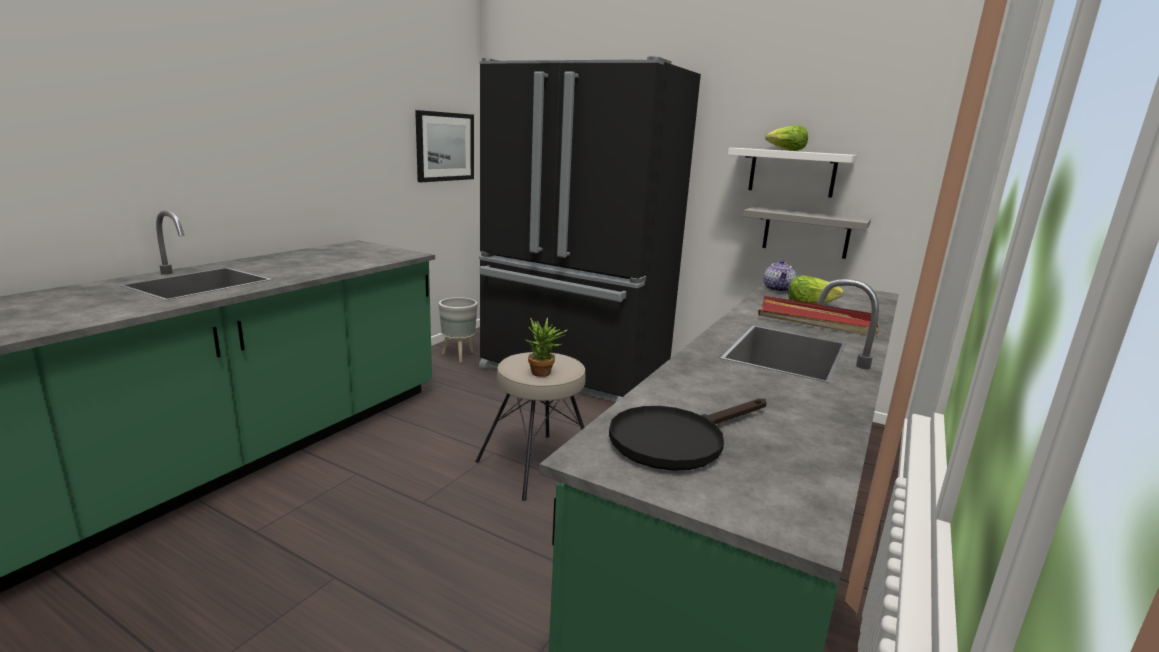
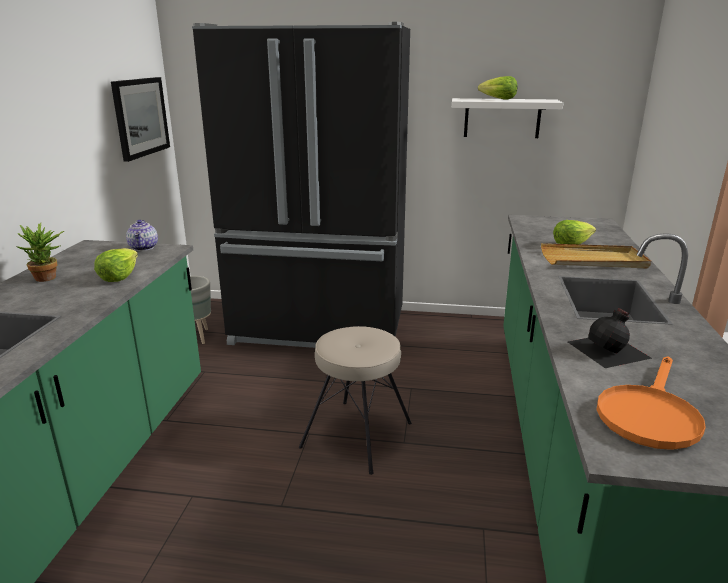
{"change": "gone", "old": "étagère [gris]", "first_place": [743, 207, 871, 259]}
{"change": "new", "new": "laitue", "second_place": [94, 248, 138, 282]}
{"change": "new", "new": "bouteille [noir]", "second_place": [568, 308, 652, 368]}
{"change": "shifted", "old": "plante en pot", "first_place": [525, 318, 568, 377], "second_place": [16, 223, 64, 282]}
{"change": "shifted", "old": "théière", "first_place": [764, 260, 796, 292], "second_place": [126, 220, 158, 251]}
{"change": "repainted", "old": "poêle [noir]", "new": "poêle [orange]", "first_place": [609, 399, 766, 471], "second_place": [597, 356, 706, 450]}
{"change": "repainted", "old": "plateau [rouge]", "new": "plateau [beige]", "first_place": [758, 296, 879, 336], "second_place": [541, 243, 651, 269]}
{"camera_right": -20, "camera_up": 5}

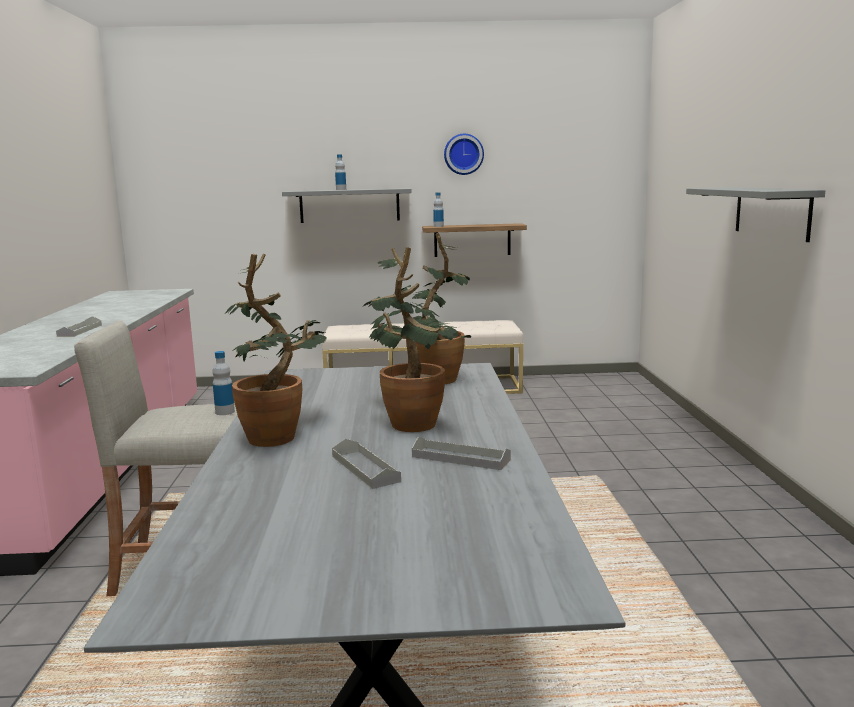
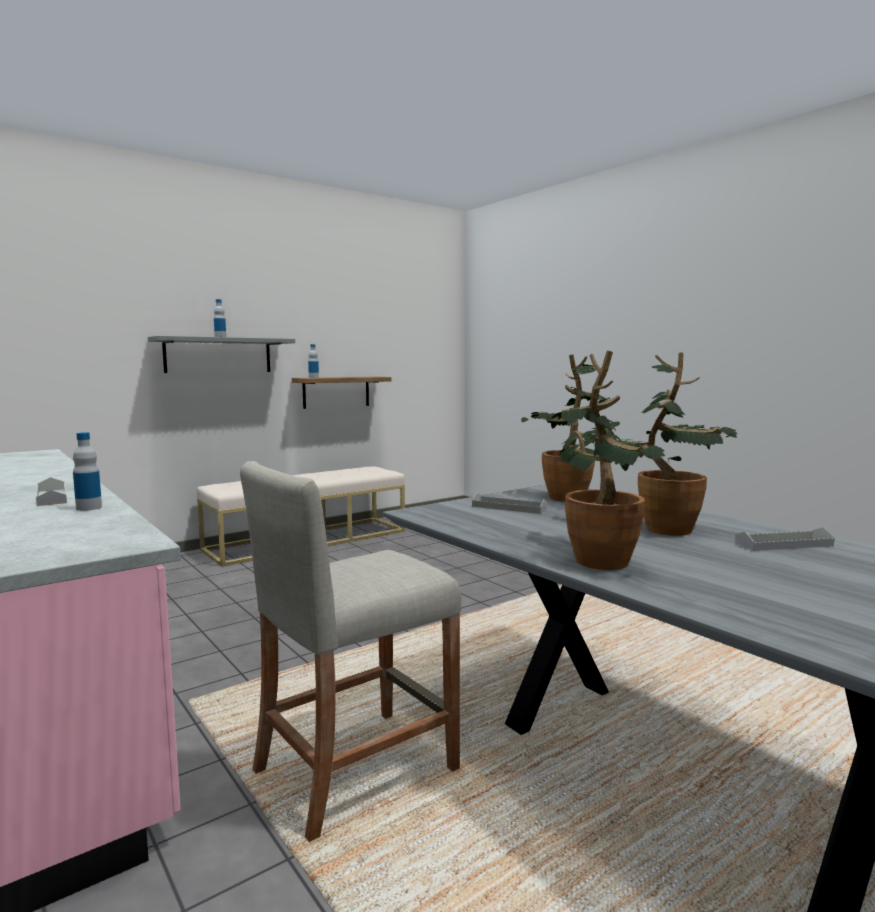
{"change": "gone", "old": "horloge murale", "first_place": [444, 134, 484, 175]}
{"change": "gone", "old": "étagère [gris]", "first_place": [686, 187, 825, 242]}
{"change": "shifted", "old": "bouteille", "first_place": [213, 351, 235, 415], "second_place": [73, 432, 102, 511]}
{"change": "shifted", "old": "plateau [gris]", "first_place": [332, 439, 401, 489], "second_place": [472, 492, 547, 514]}
{"camera_right": -35, "camera_up": -5}

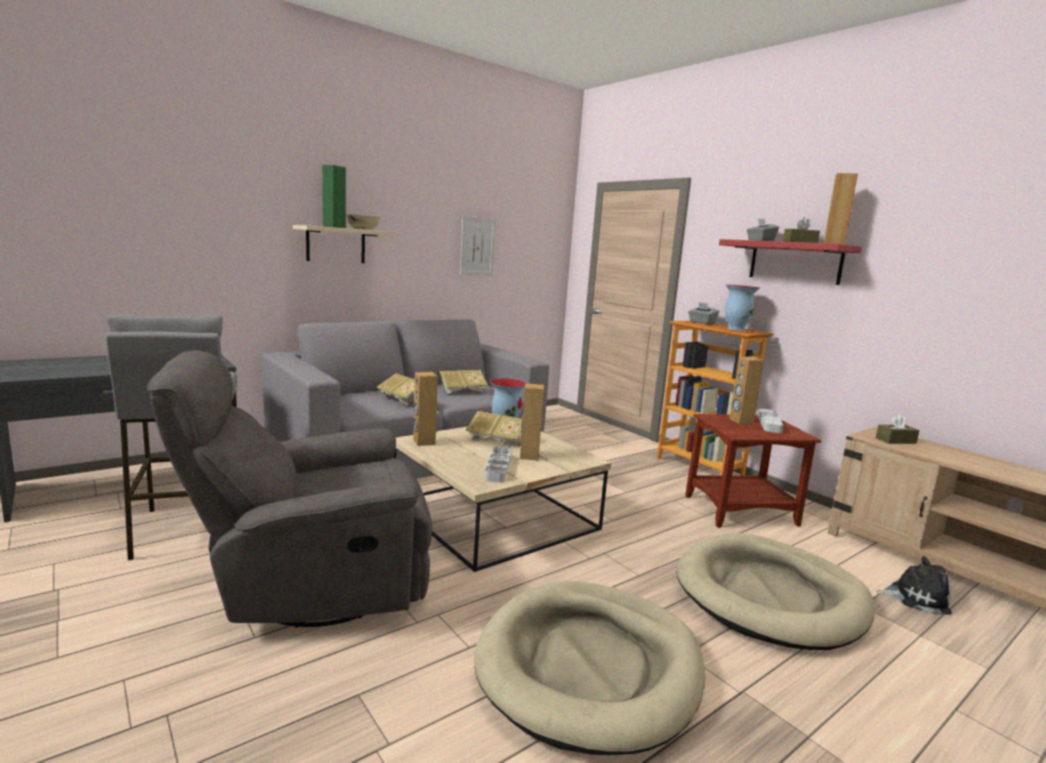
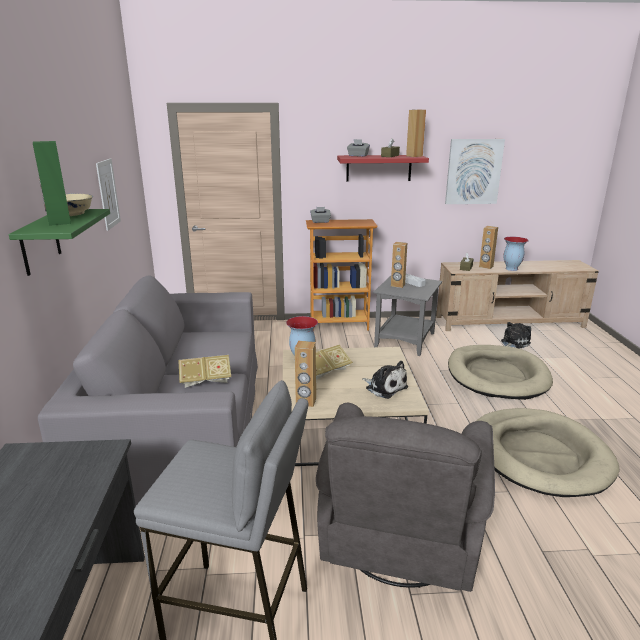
{"change": "gone", "old": "livre", "first_place": [439, 370, 488, 394]}
{"change": "new", "new": "tableau", "second_place": [445, 139, 505, 204]}
{"change": "shifted", "old": "enceinte [marron]", "first_place": [520, 383, 544, 460], "second_place": [479, 226, 498, 269]}
{"change": "shifted", "old": "vase", "first_place": [725, 285, 760, 331], "second_place": [503, 237, 529, 271]}
{"change": "swapped", "old": "plateau [gris]", "new": "peluche", "first_place": [484, 447, 512, 483], "second_place": [362, 361, 408, 399]}
{"change": "repainted", "old": "étagère [beige]", "new": "étagère [vert]", "first_place": [293, 225, 393, 263], "second_place": [8, 209, 110, 276]}
{"change": "repainted", "old": "table d'appoint [marron]", "new": "table d'appoint [gris]", "first_place": [685, 414, 821, 528], "second_place": [373, 276, 442, 356]}
{"camera_right": -55, "camera_up": 10}

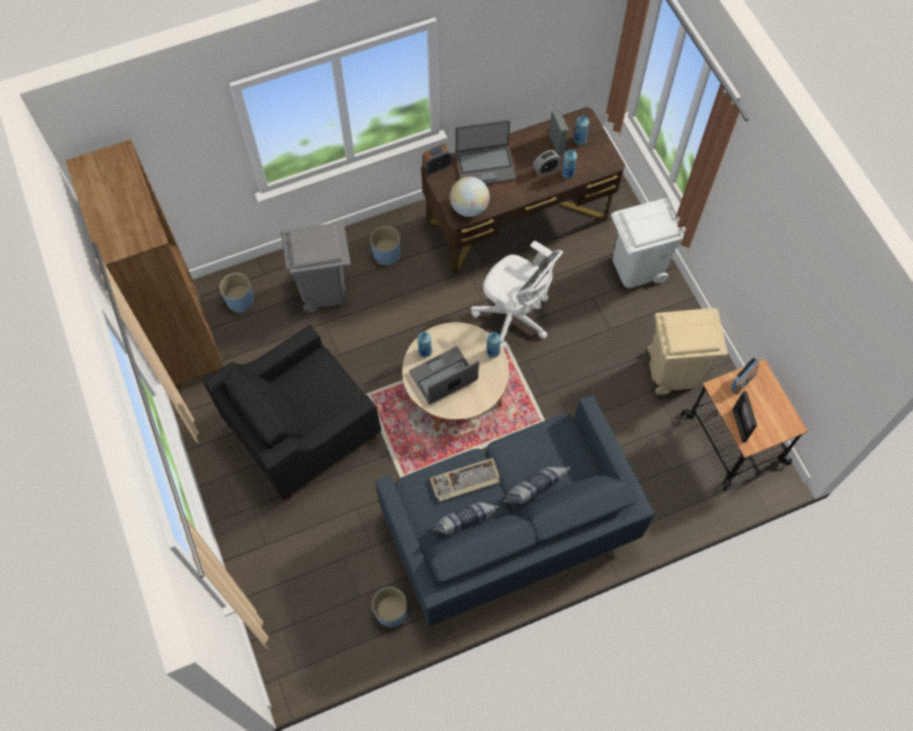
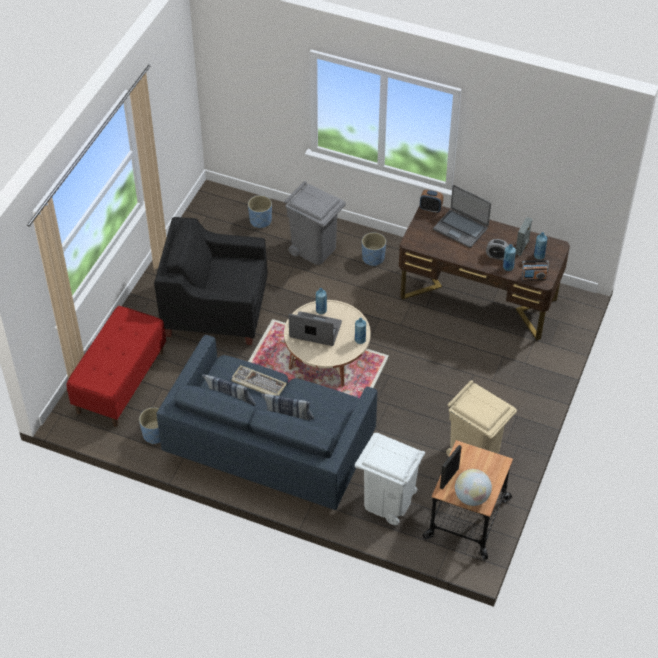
{"change": "gone", "old": "bibliothèque [marron]", "first_place": [65, 139, 224, 390]}
{"change": "gone", "old": "chaise de bureau [blanc]", "first_place": [471, 240, 563, 349]}
{"change": "new", "new": "banc [rouge]", "second_place": [67, 306, 166, 427]}
{"change": "shifted", "old": "globe", "first_place": [450, 177, 490, 217], "second_place": [455, 469, 492, 506]}
{"change": "shifted", "old": "poubelle [blanc]", "first_place": [611, 196, 686, 288], "second_place": [355, 433, 425, 525]}
{"change": "shifted", "old": "radio", "first_place": [731, 356, 759, 394], "second_place": [522, 260, 549, 281]}
{"camera_right": 45, "camera_up": -15}

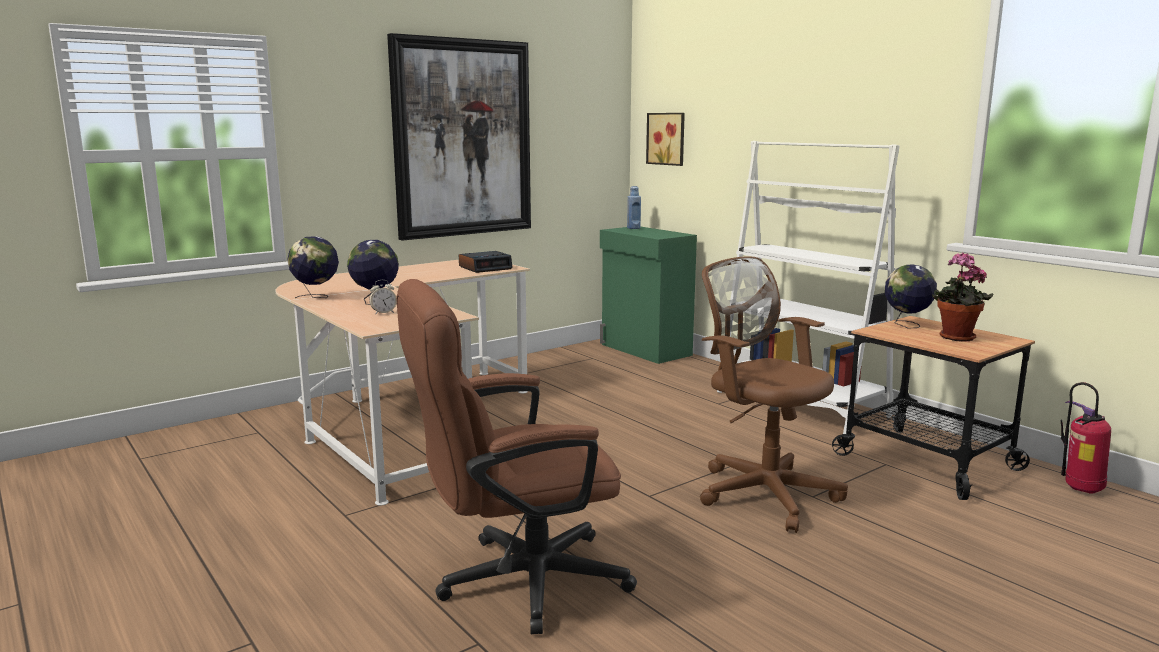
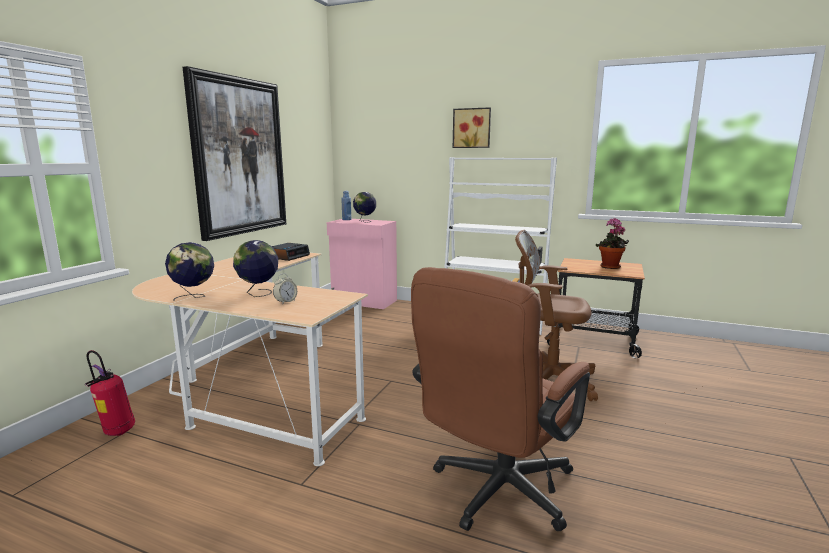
{"change": "shifted", "old": "tableau", "first_place": [646, 113, 685, 166], "second_place": [453, 107, 491, 148]}
{"change": "shifted", "old": "globe", "first_place": [885, 264, 937, 328], "second_place": [353, 192, 376, 223]}
{"change": "shifted", "old": "extincteur", "first_place": [1061, 382, 1111, 494], "second_place": [85, 350, 135, 436]}
{"change": "repainted", "old": "meuble de rangement [vert]", "new": "meuble de rangement [rose]", "first_place": [600, 227, 697, 364], "second_place": [327, 219, 397, 309]}
{"camera_right": -30, "camera_up": 0}

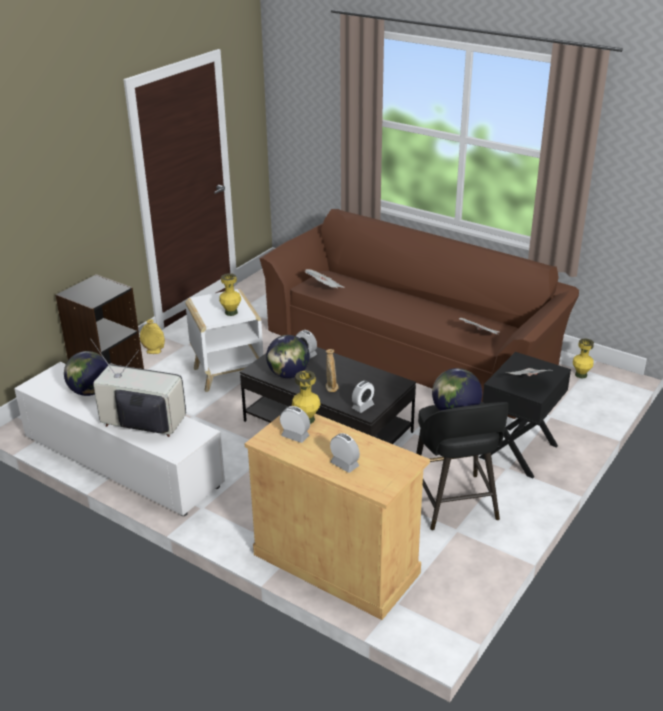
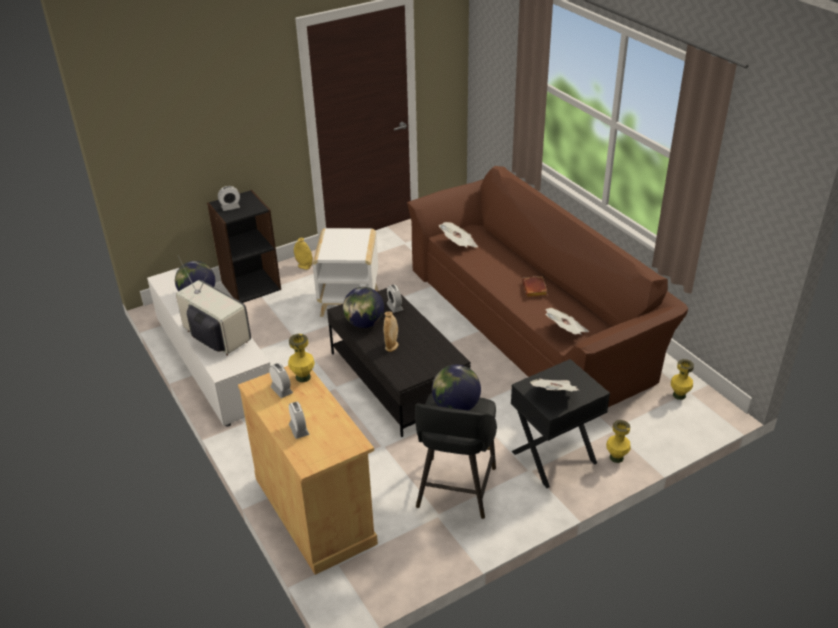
{"change": "new", "new": "livre [marron]", "second_place": [522, 276, 547, 297]}
{"change": "shifted", "old": "vase [jaune]", "first_place": [219, 273, 241, 316], "second_place": [606, 420, 631, 463]}
{"change": "shifted", "old": "réveil", "first_place": [352, 381, 374, 413], "second_place": [218, 186, 240, 211]}
{"camera_right": 25, "camera_up": 5}

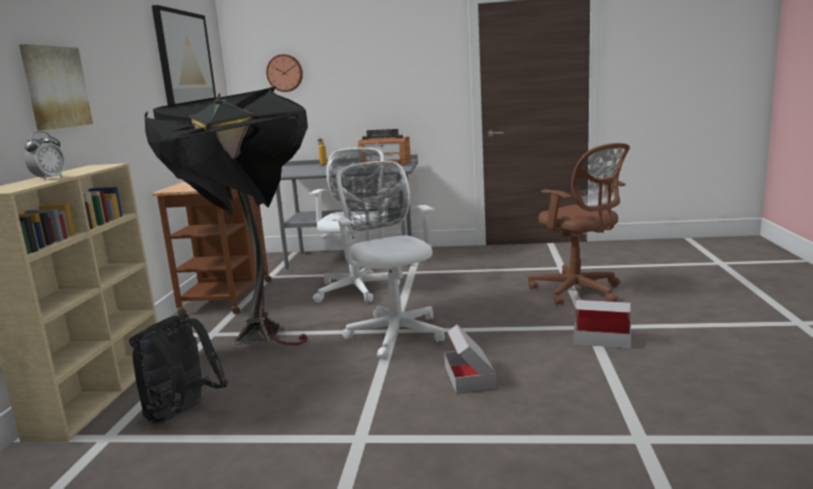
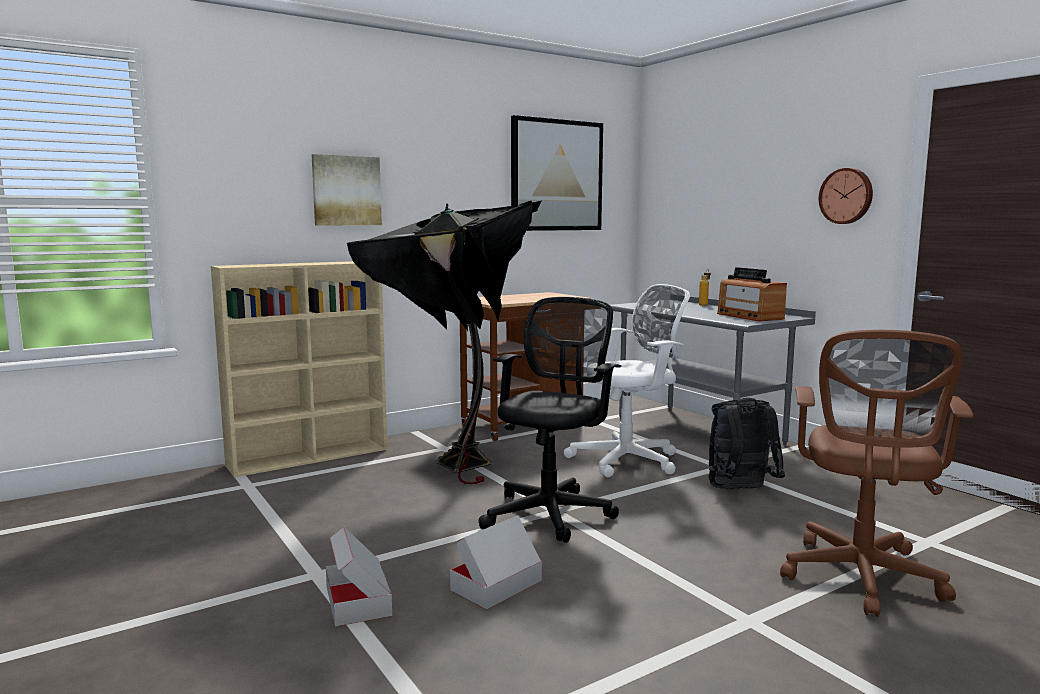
{"change": "gone", "old": "réveil", "first_place": [25, 131, 66, 181]}
{"change": "shifted", "old": "sac à dos [noir]", "first_place": [129, 314, 228, 424], "second_place": [708, 398, 785, 489]}
{"change": "shifted", "old": "horloge murale", "first_place": [266, 54, 303, 92], "second_place": [819, 168, 873, 224]}
{"change": "shifted", "old": "carton", "first_place": [574, 300, 631, 348], "second_place": [326, 527, 392, 627]}
{"change": "repainted", "old": "chaise de bureau [blanc]", "new": "chaise de bureau [noir]", "first_place": [332, 161, 445, 360], "second_place": [479, 297, 621, 543]}
{"camera_right": 50, "camera_up": -5}

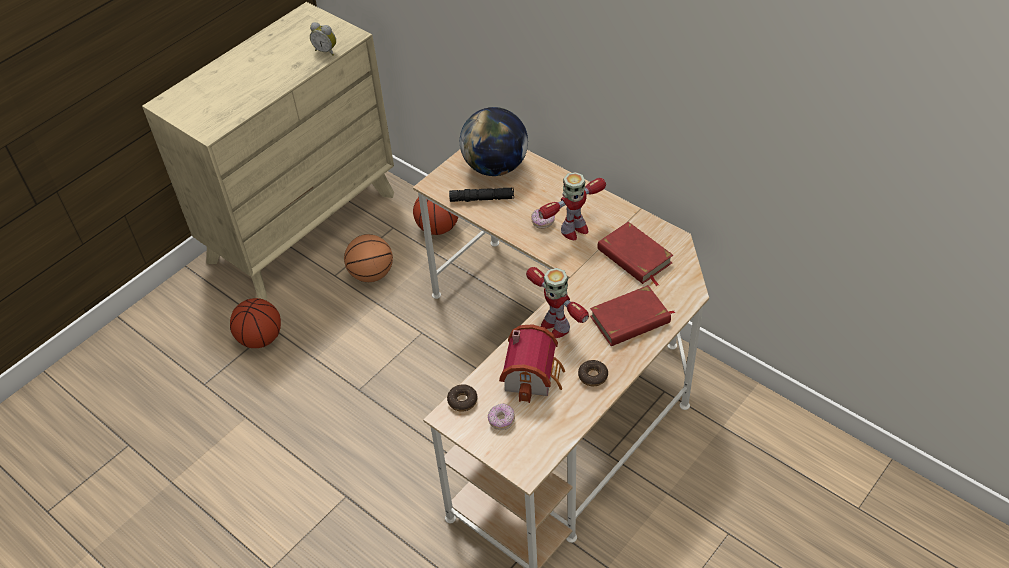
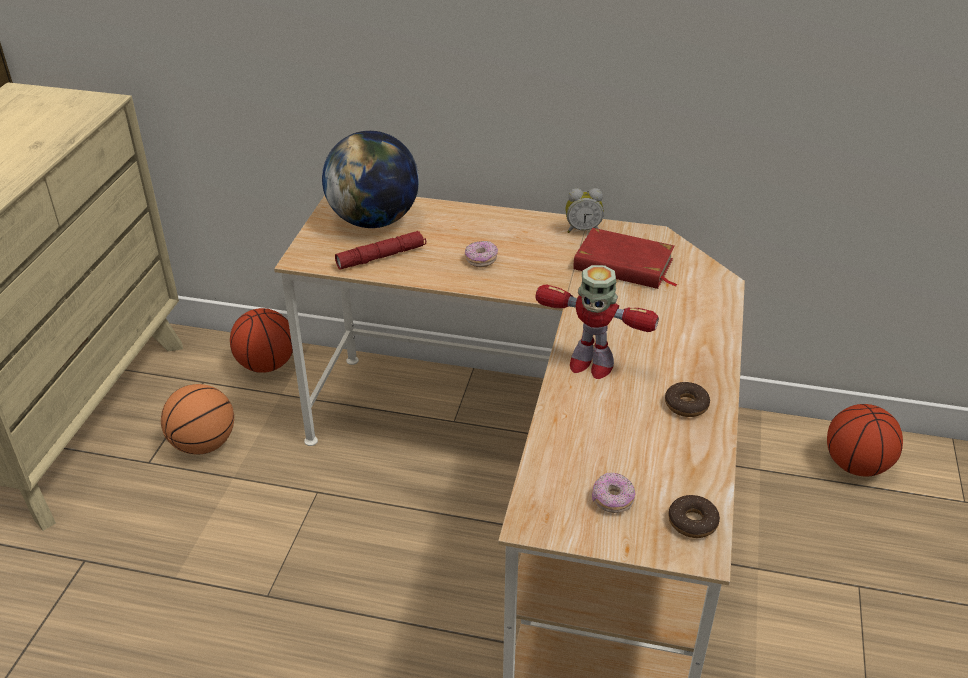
{"change": "gone", "old": "maison miniature", "first_place": [499, 324, 565, 403]}
{"change": "gone", "old": "robot jouet", "first_place": [538, 172, 606, 240]}
{"change": "gone", "old": "livre [rouge]", "first_place": [590, 285, 676, 346]}
{"change": "shifted", "old": "ballon de basket", "first_place": [230, 298, 281, 348], "second_place": [827, 404, 903, 477]}
{"change": "shifted", "old": "réveil", "first_place": [310, 22, 336, 56], "second_place": [565, 188, 604, 233]}
{"change": "shifted", "old": "beignet", "first_place": [447, 384, 477, 412], "second_place": [668, 495, 720, 538]}
{"change": "repainted", "old": "lampe de poche [noir]", "new": "lampe de poche [rouge]", "first_place": [449, 188, 514, 202], "second_place": [335, 231, 426, 270]}
{"camera_right": -30, "camera_up": -10}

